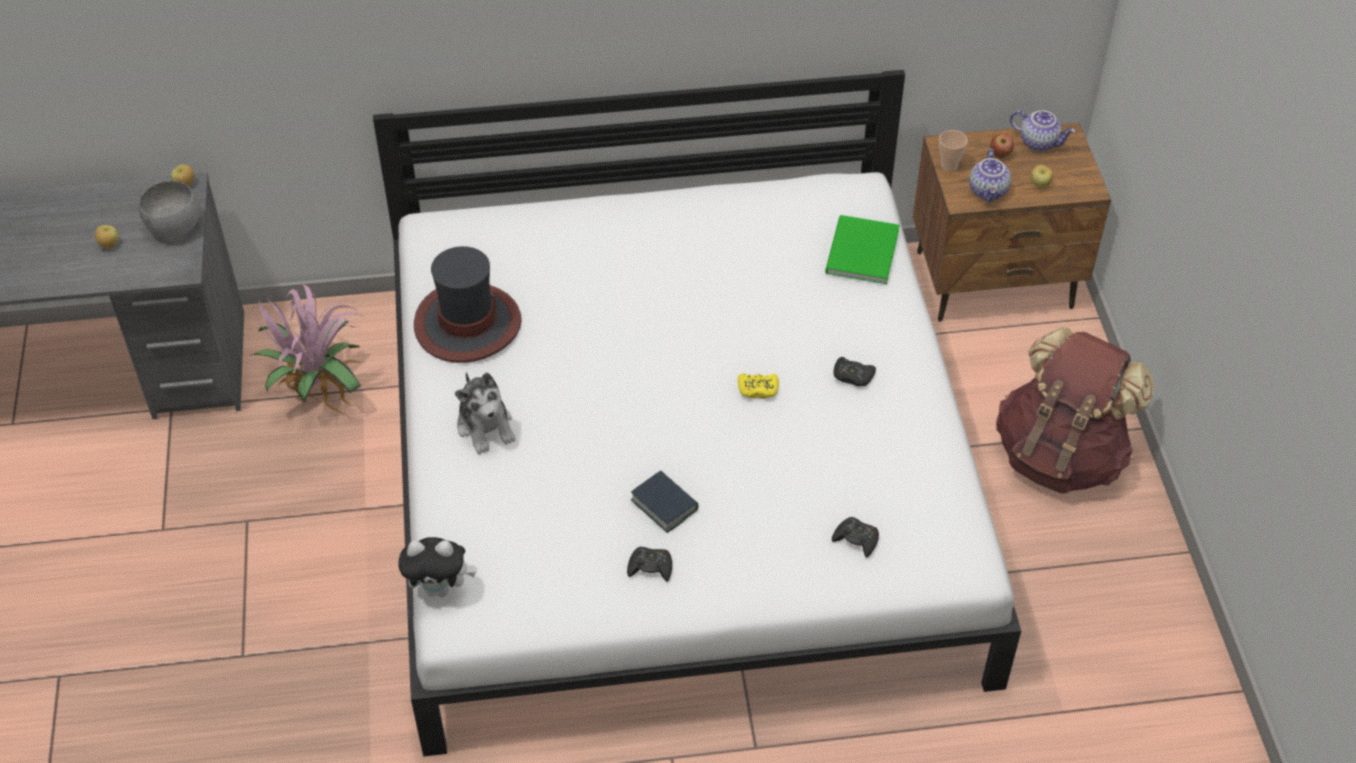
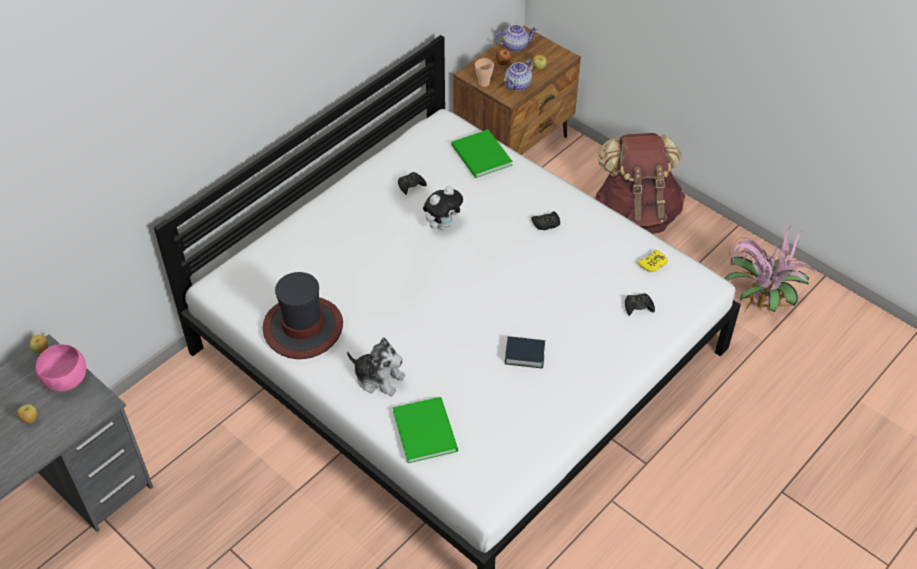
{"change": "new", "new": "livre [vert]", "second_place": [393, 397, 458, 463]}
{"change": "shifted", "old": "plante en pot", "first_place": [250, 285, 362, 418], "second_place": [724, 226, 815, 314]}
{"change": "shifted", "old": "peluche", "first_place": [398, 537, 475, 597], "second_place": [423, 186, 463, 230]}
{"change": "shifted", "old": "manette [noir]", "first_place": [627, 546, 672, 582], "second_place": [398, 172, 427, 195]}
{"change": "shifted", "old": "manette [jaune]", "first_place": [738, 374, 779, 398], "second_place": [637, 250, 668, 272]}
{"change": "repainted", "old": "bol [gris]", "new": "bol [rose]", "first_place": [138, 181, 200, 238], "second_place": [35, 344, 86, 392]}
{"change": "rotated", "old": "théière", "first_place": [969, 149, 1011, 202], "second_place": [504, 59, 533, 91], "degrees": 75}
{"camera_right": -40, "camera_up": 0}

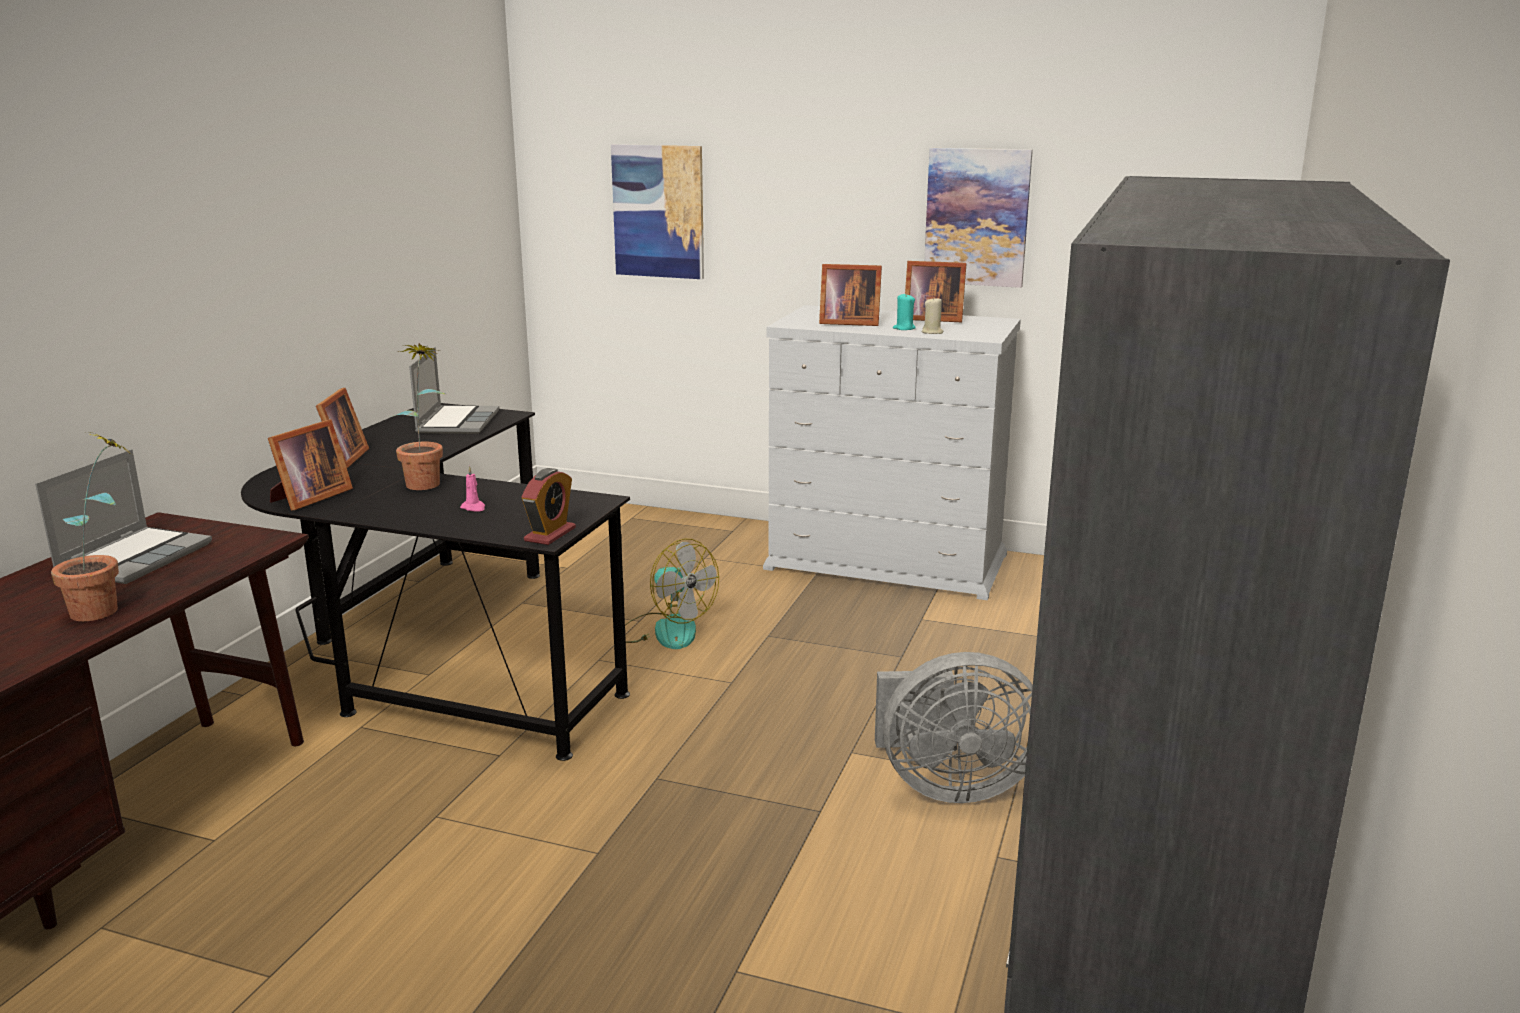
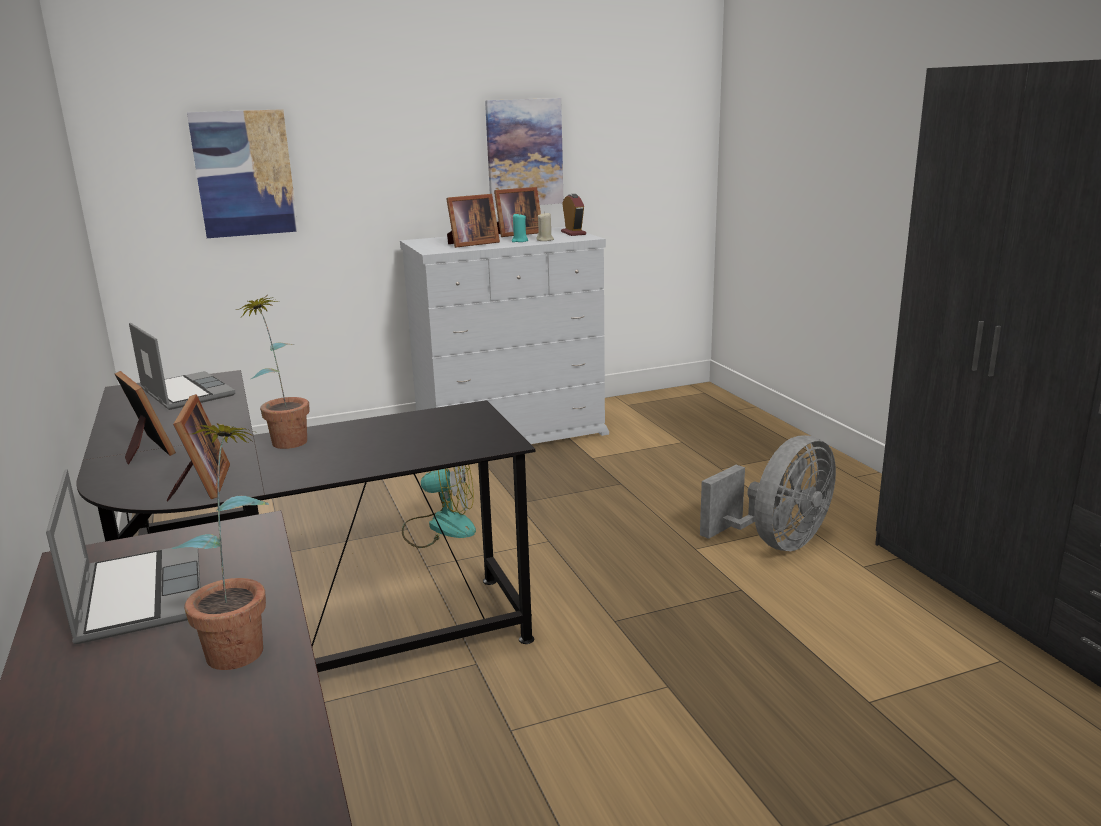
{"change": "gone", "old": "bougie [rose]", "first_place": [460, 466, 485, 511]}
{"change": "shifted", "old": "réveil", "first_place": [521, 468, 576, 545], "second_place": [561, 194, 586, 236]}
{"camera_right": -40, "camera_up": 0}

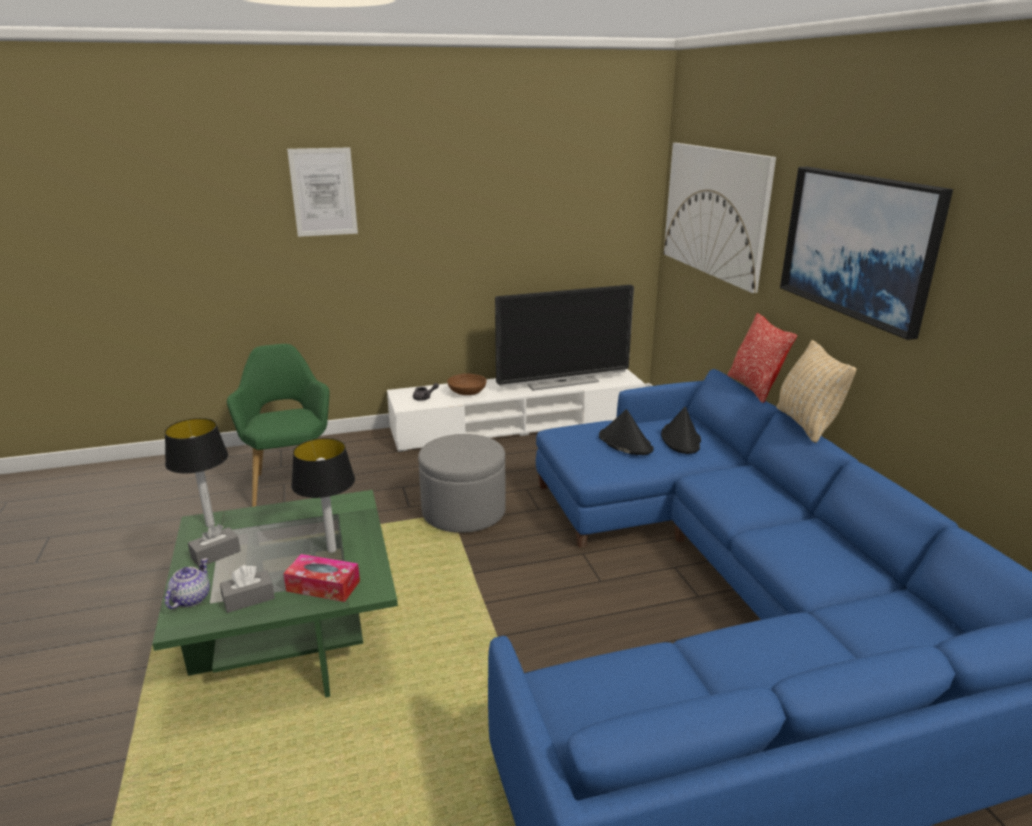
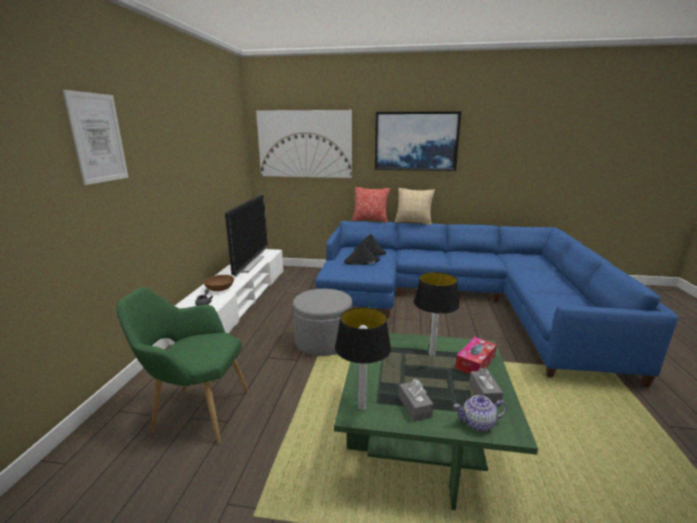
{"change": "rotated", "old": "théière", "first_place": [165, 558, 210, 609], "second_place": [454, 395, 507, 432], "degrees": -45}
{"camera_right": -65, "camera_up": -5}

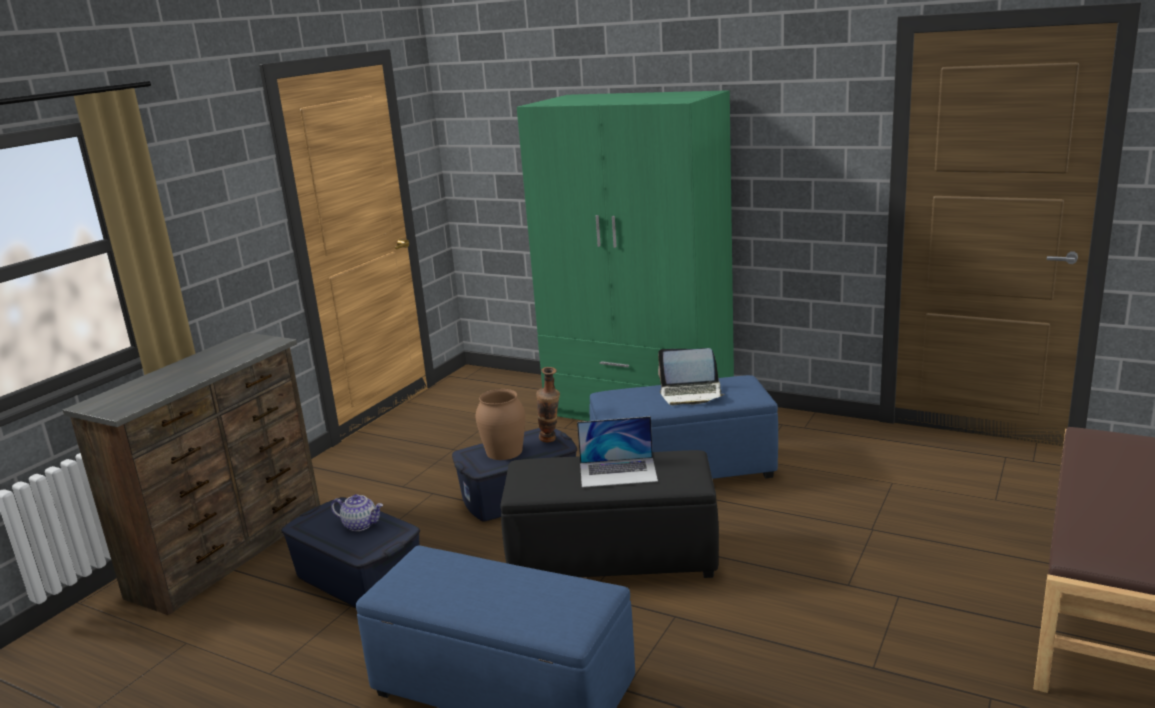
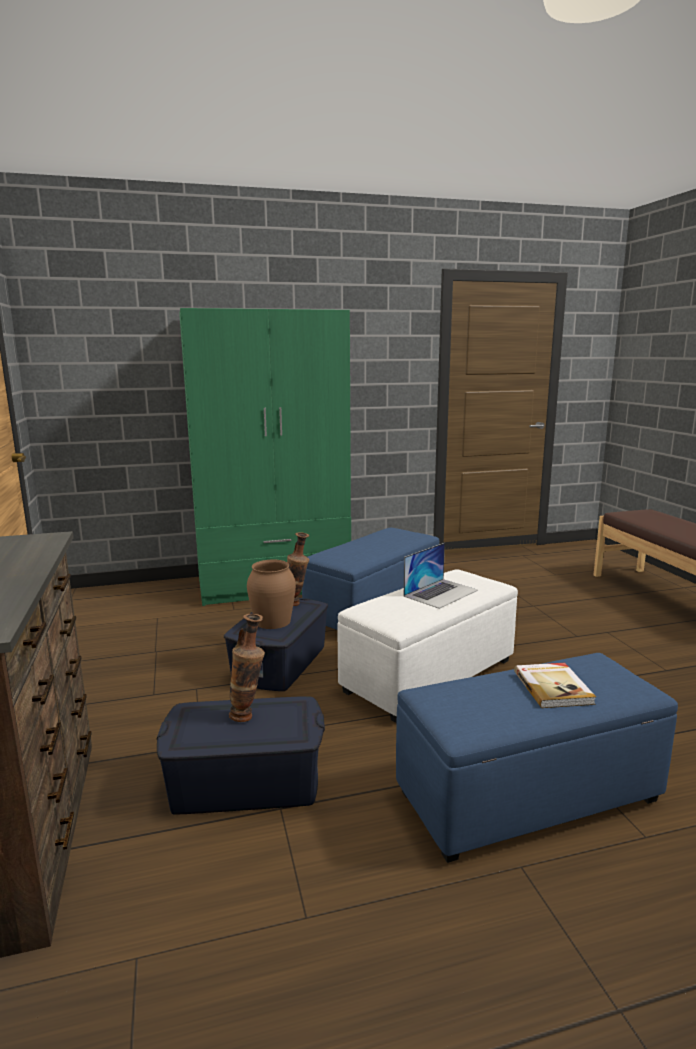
{"change": "gone", "old": "ordinateur portable", "first_place": [658, 348, 725, 405]}
{"change": "new", "new": "livre", "second_place": [514, 663, 596, 708]}
{"change": "swapped", "old": "théière", "new": "vase", "first_place": [331, 494, 383, 531], "second_place": [229, 614, 265, 722]}
{"change": "repainted", "old": "pouf [noir]", "new": "pouf [blanc]", "first_place": [501, 450, 719, 578], "second_place": [337, 569, 518, 723]}
{"camera_right": -45, "camera_up": -5}

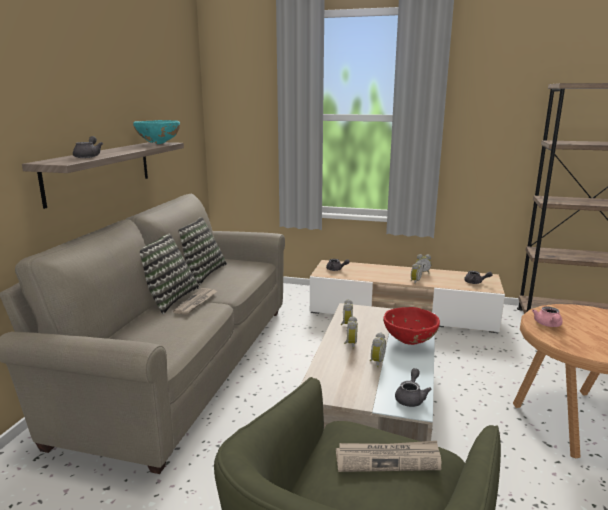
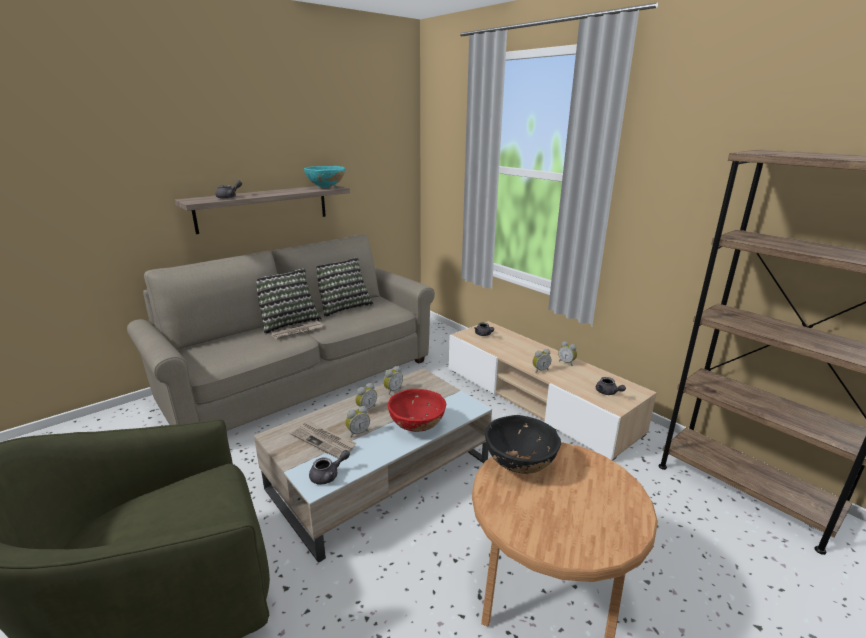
{"change": "shifted", "old": "journal", "first_place": [336, 441, 442, 472], "second_place": [290, 421, 357, 459]}
{"change": "swapped", "old": "théière [rose]", "new": "bol [noir]", "first_place": [532, 307, 563, 327], "second_place": [485, 415, 561, 474]}
{"camera_right": 35, "camera_up": 5}

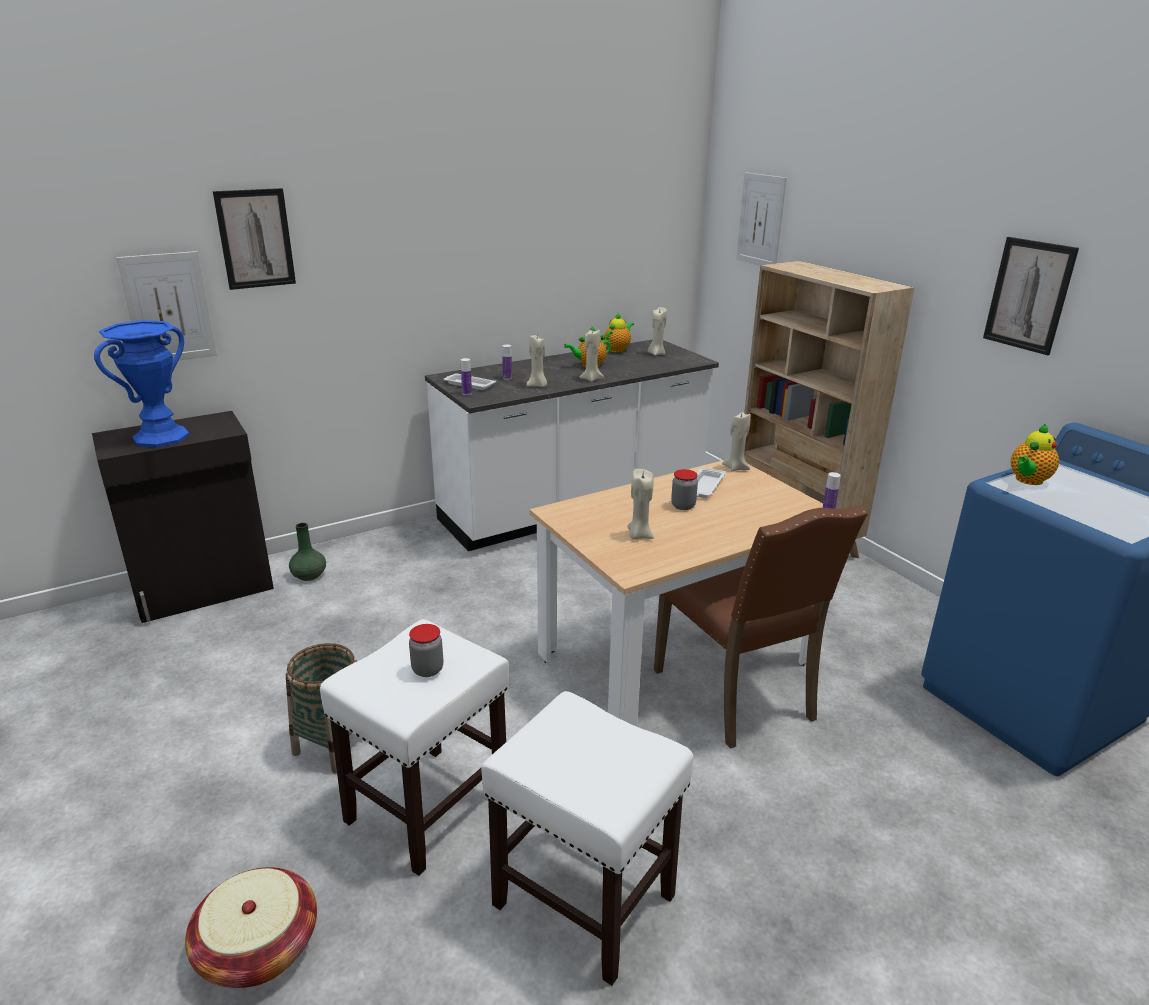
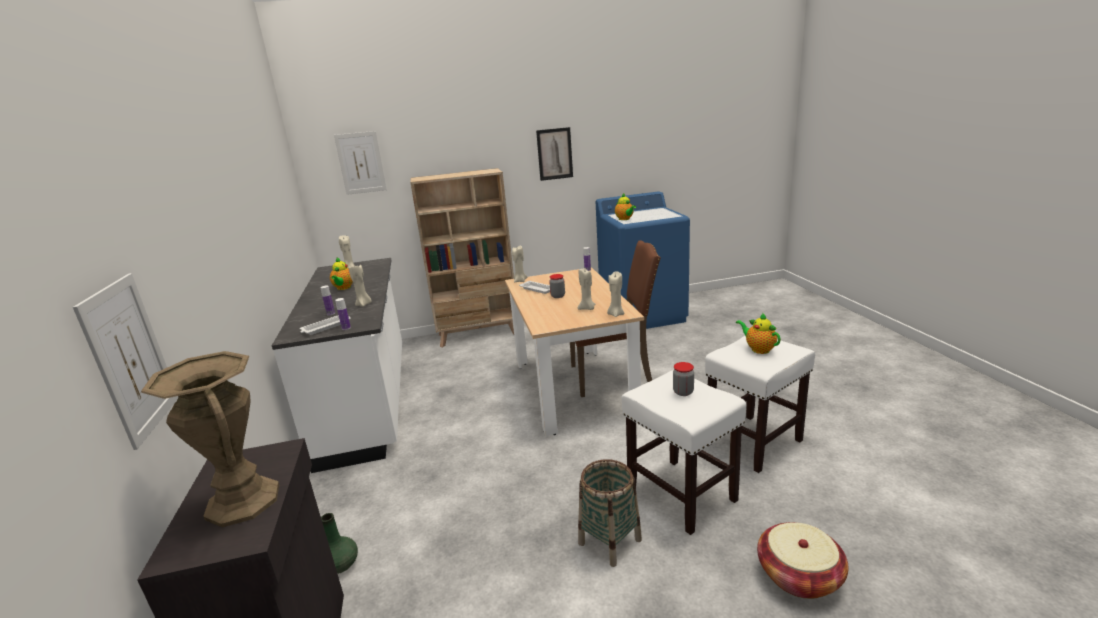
{"change": "gone", "old": "tableau", "first_place": [213, 188, 296, 290]}
{"change": "shifted", "old": "bougie [beige]", "first_place": [579, 329, 604, 382], "second_place": [607, 271, 624, 317]}
{"change": "shifted", "old": "théière", "first_place": [604, 313, 634, 353], "second_place": [736, 312, 781, 354]}
{"change": "repainted", "old": "vase [bleu]", "new": "vase [marron]", "first_place": [94, 320, 189, 448], "second_place": [141, 351, 279, 527]}
{"camera_right": -70, "camera_up": -5}

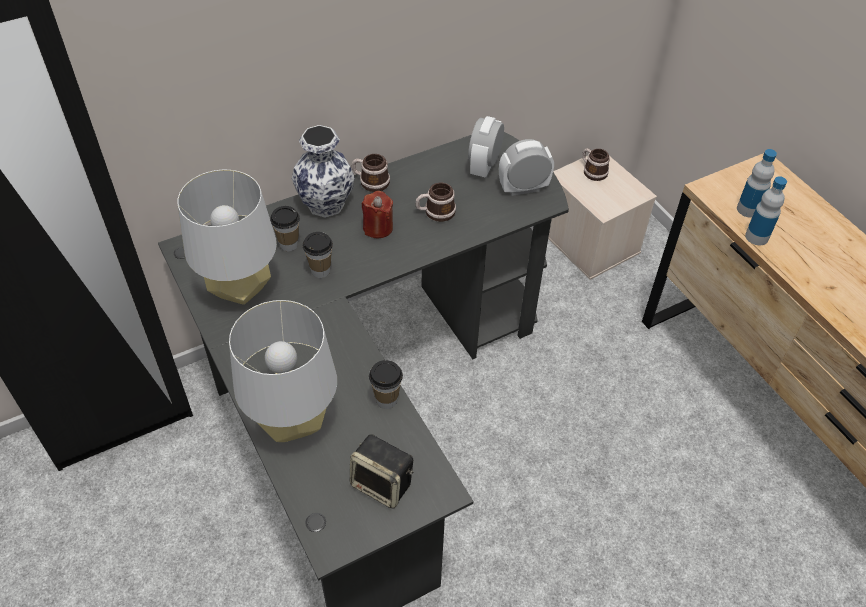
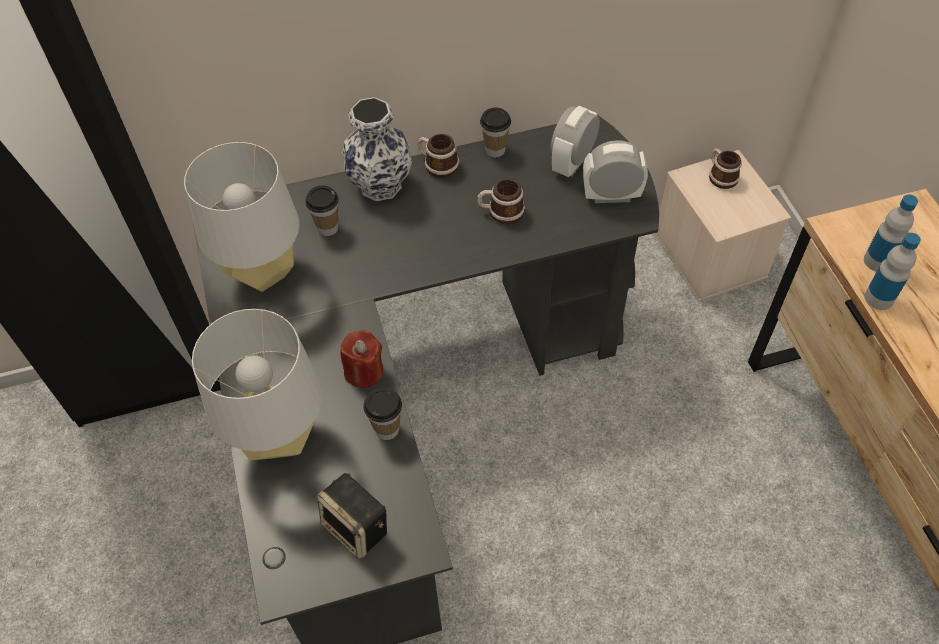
{"change": "shifted", "old": "tasse", "first_place": [303, 232, 333, 278], "second_place": [480, 107, 511, 157]}
{"change": "shifted", "old": "bougie [rouge]", "first_place": [361, 191, 393, 238], "second_place": [341, 330, 383, 388]}
{"camera_right": 15, "camera_up": 5}

